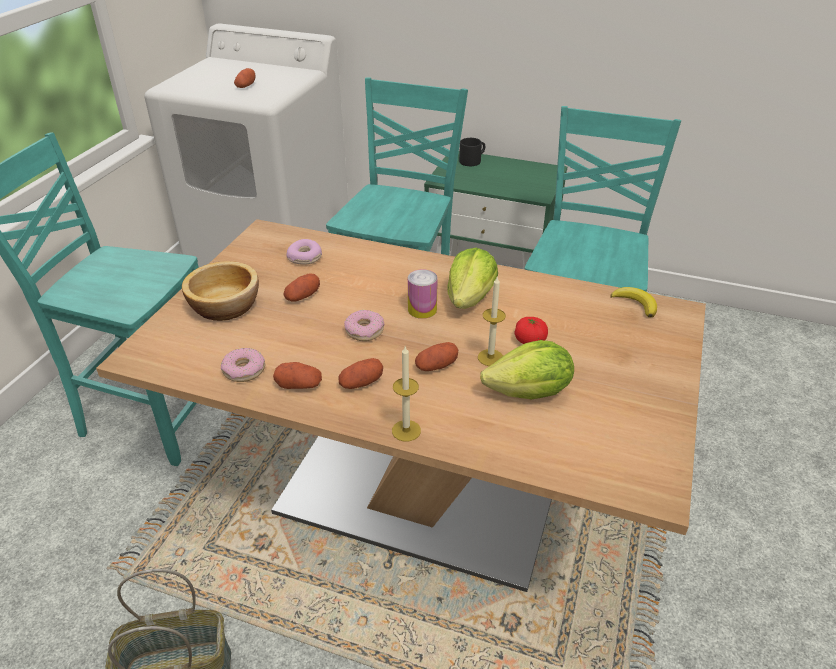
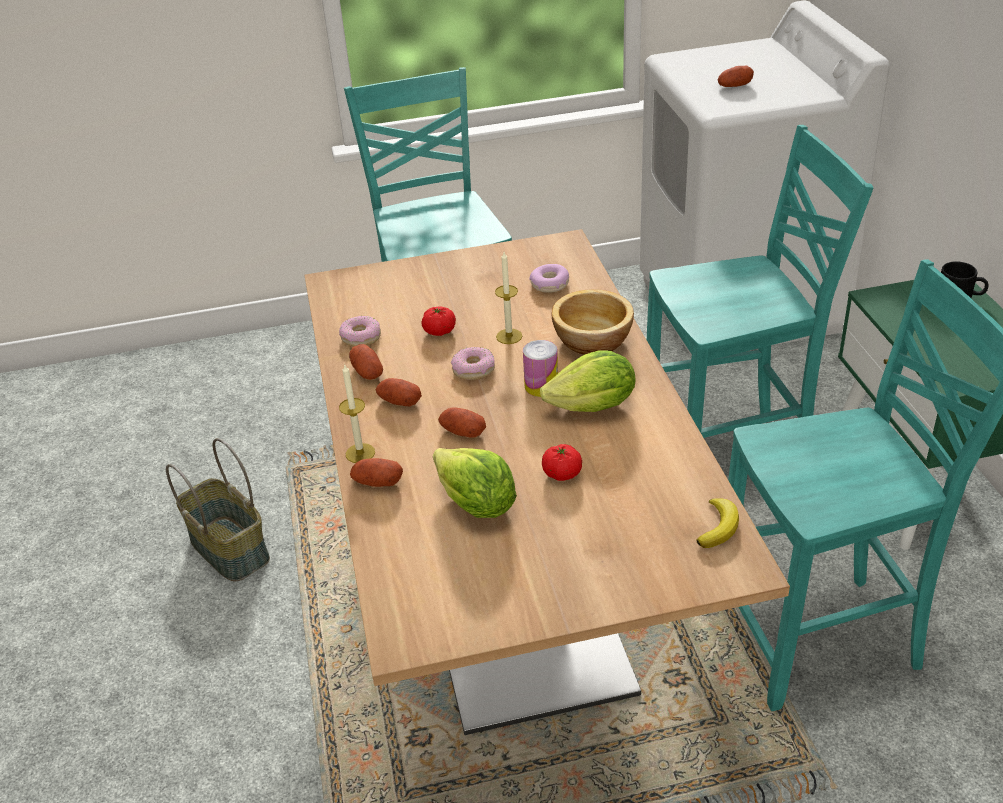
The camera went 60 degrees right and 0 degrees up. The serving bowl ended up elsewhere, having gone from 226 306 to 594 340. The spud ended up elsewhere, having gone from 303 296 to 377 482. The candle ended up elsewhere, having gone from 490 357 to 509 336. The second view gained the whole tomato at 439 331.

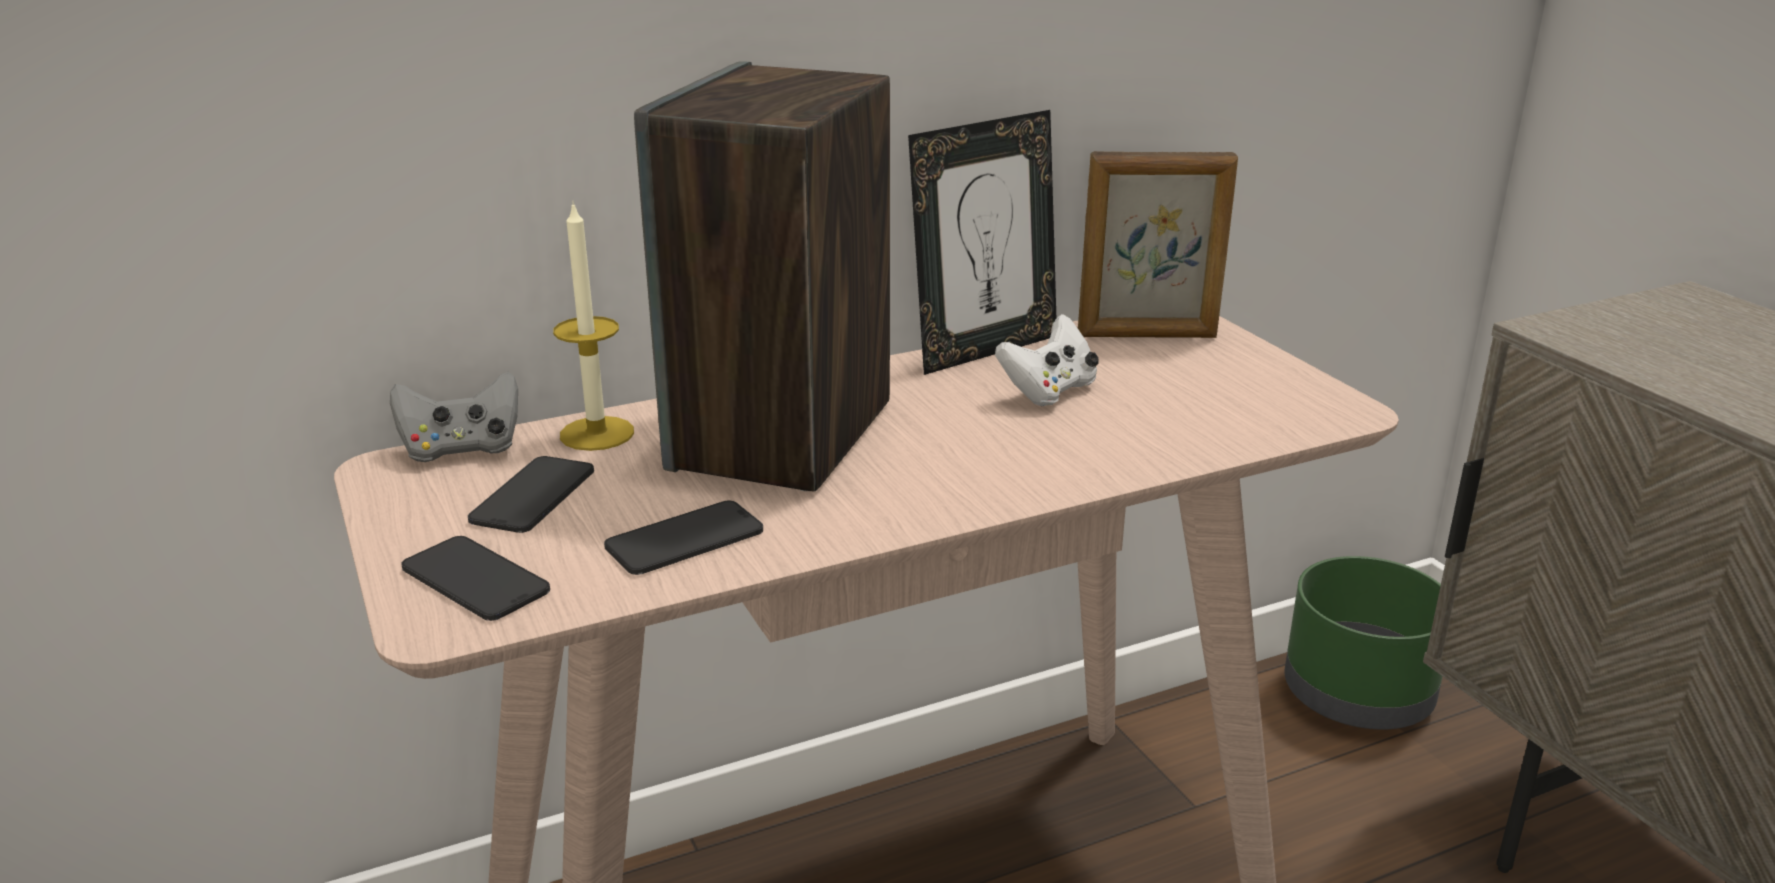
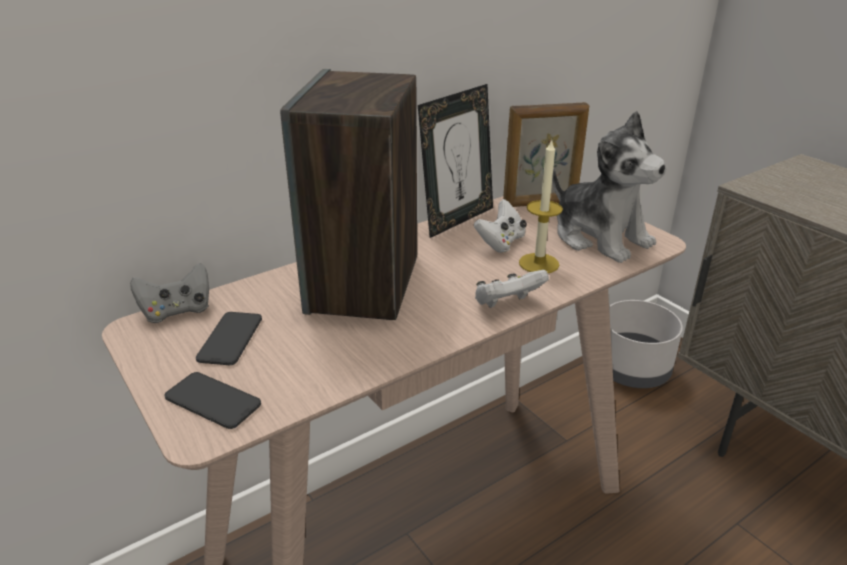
The camera went 10 degrees left and 5 degrees up. The candle ended up elsewhere, having gone from 597 433 to 539 263. The second view lost the handset at 684 539. What was the green planter at 1359 696 turned into the greyish planter at 633 370. The second view gained the white game controller at 507 304. The second view gained the cuddly toy at 600 237.

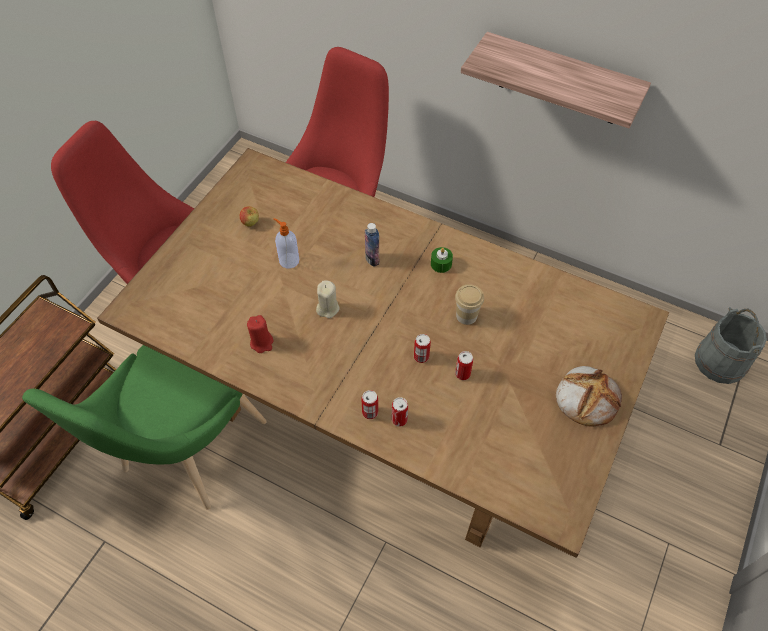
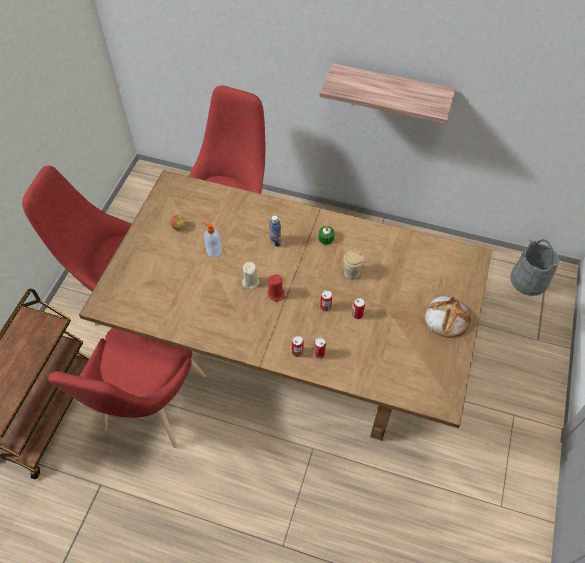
The camera went 10 degrees left and 0 degrees up. What was the green upright chair at 188 453 turned into the red-coloured upright chair at 150 409. The red-coloured candle ended up elsewhere, having gone from 262 343 to 276 294.

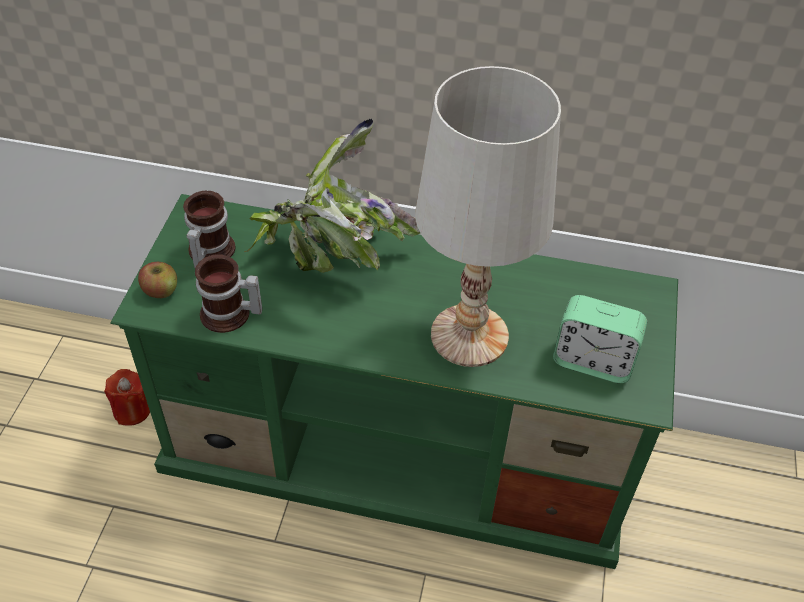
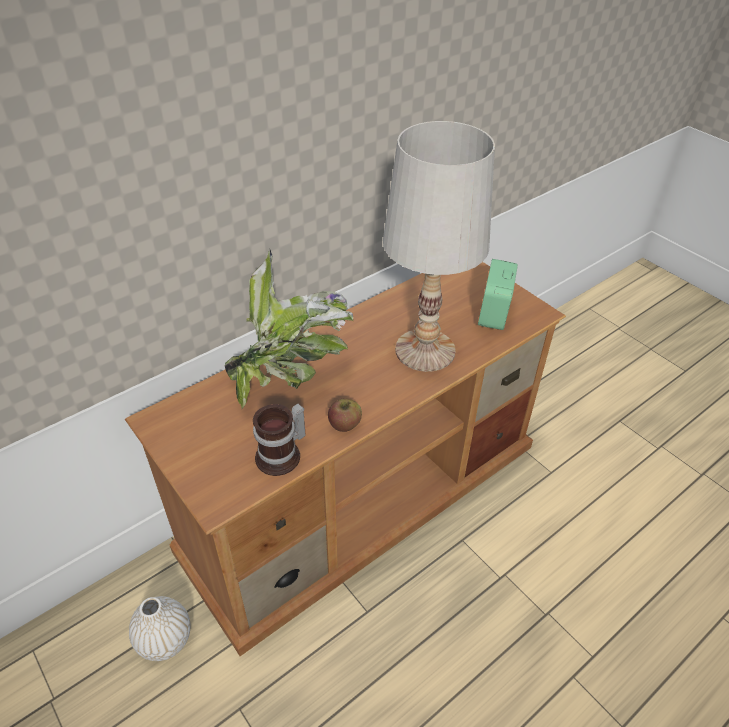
The camera went 50 degrees left and 5 degrees down. Where the red-coloured candle stood at 132 410, the white vase came to stand at 165 640. What was the green tv stand at 400 450 turned into the brownish tv stand at 364 493. The apple fruit ended up elsewhere, having gone from 160 290 to 345 424. The second view lost the tea mug at 208 252. The alarm clock at 593 361 ended up facing another way, 135 degrees clockwise from before.

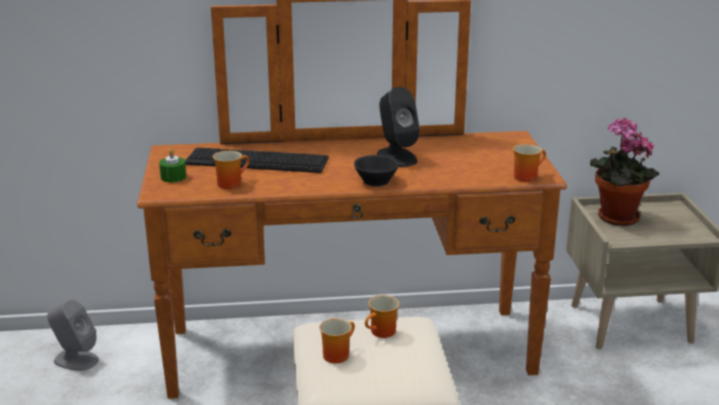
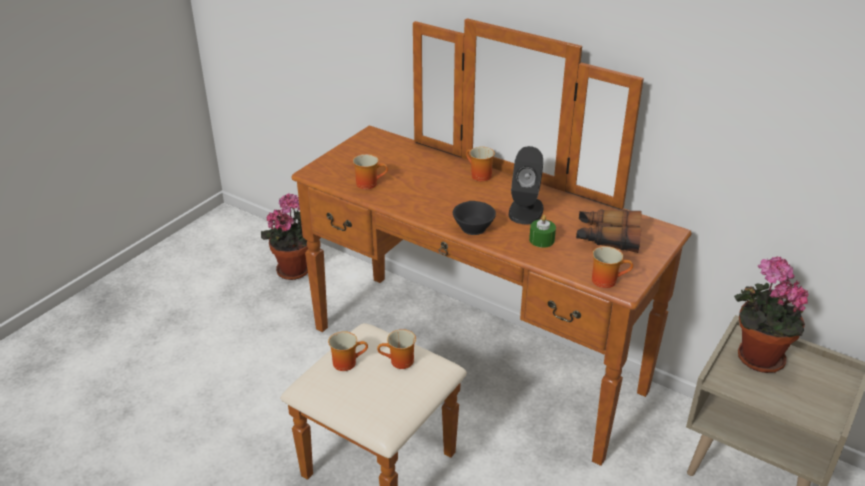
The camera went 40 degrees right and 10 degrees up. Where the greyish audio speaker stood at 75 360, the houseplant came to stand at 295 269. The green candle ended up elsewhere, having gone from 173 177 to 541 240. The second view lost the PC keyboard at 257 161. The second view gained the tea mug at 478 176. The second view gained the field glasses at 607 238.

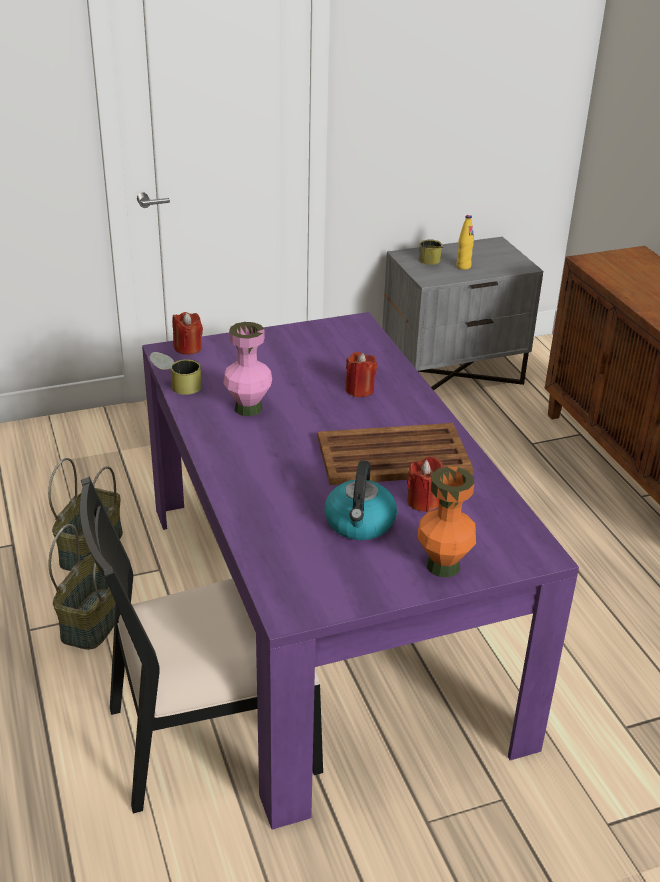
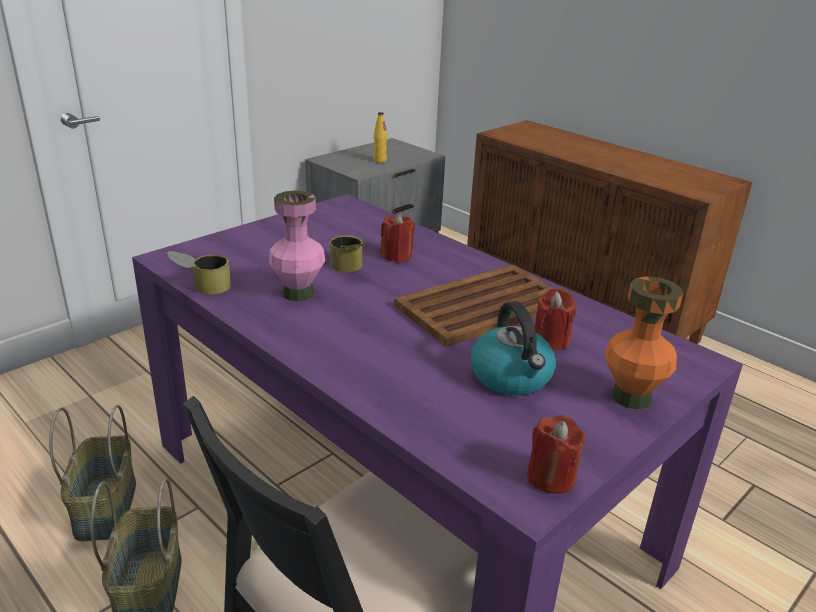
The camera went 25 degrees left and 5 degrees down. The red-coloured candle ended up elsewhere, having gone from 188 348 to 551 477. The sealed can ended up elsewhere, having gone from 430 263 to 349 269.

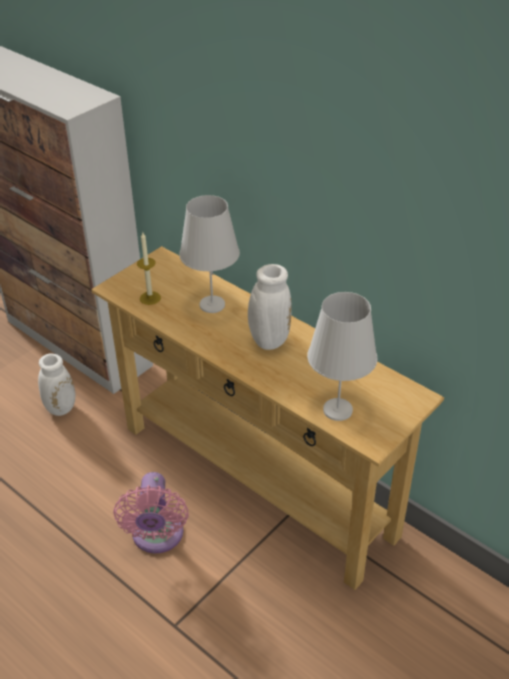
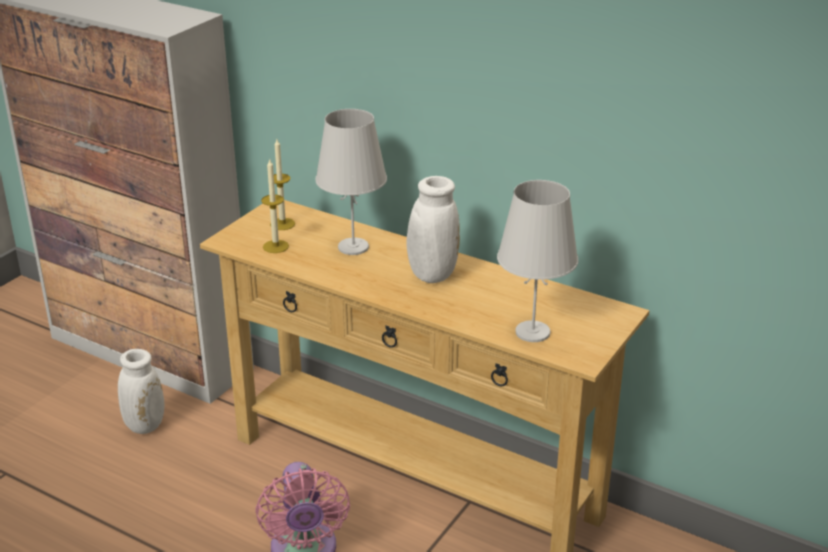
The camera went 10 degrees left and 10 degrees down. The second view gained the candle at 282 224.

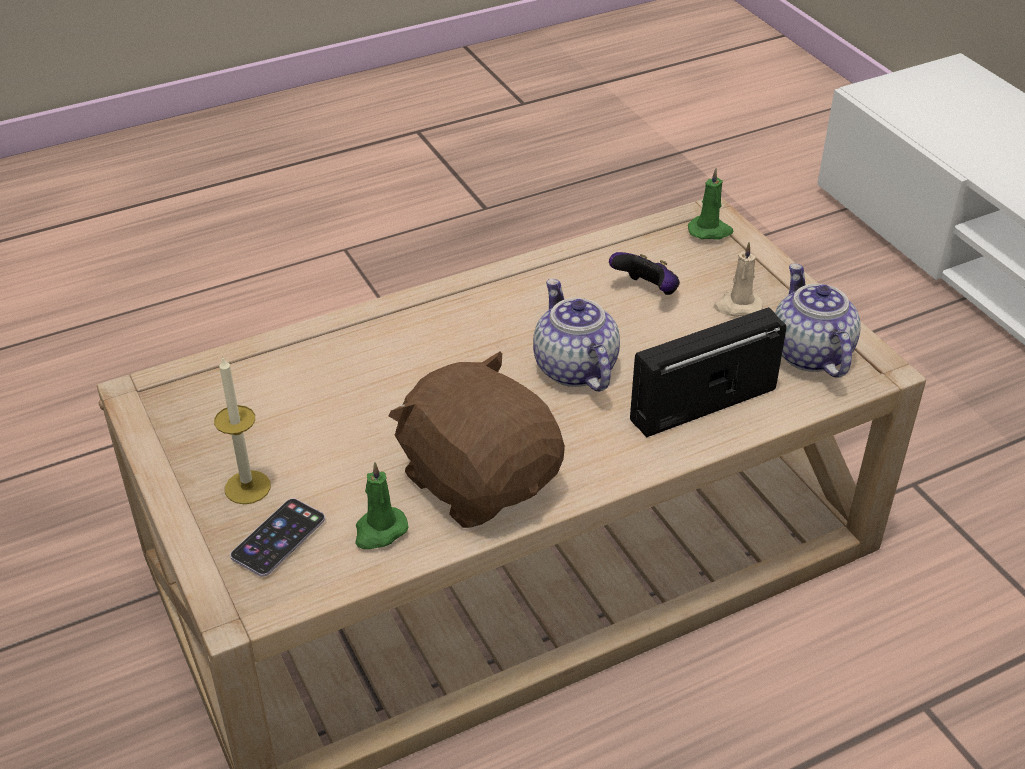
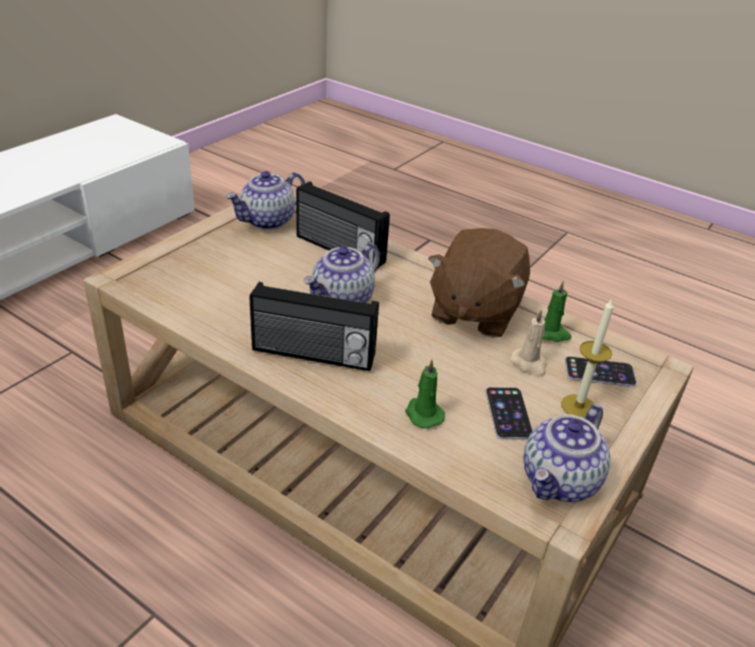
The camera went 120 degrees left and 5 degrees down. The second view lost the game controller at 646 291. The green candle ended up elsewhere, having gone from 710 231 to 423 414. The sand-coloured candle ended up elsewhere, having gone from 737 306 to 529 364. The second view gained the radio at 313 355. The second view gained the handset at 508 413. The second view gained the pot for tea at 560 481.

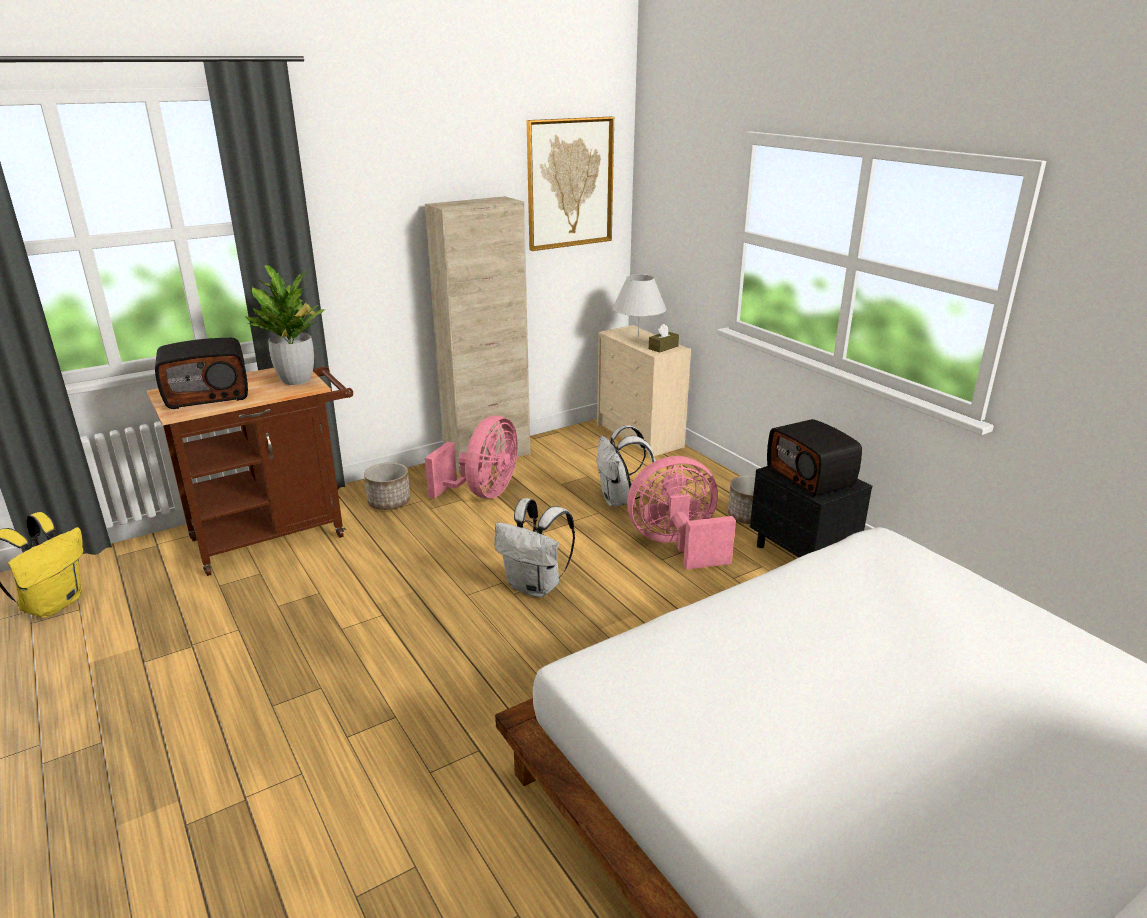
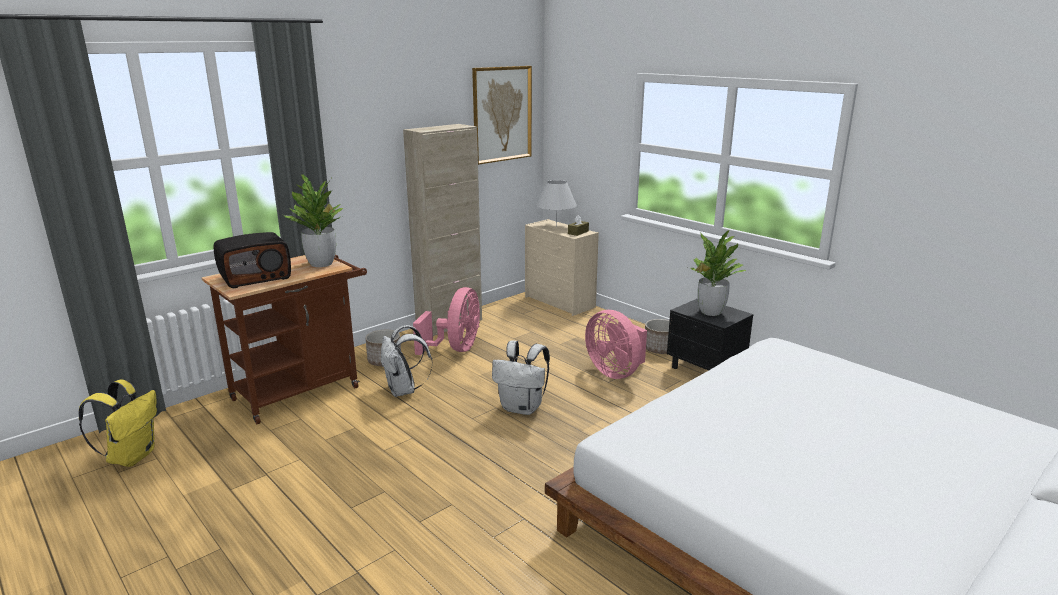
The camera went 10 degrees left and 5 degrees down. The white rucksack ended up elsewhere, having gone from 620 500 to 404 390. The pink electric fan at 677 545 ended up facing another way, 105 degrees counterclockwise from before. Where the radio stood at 811 477, the houseplant came to stand at 710 312.

